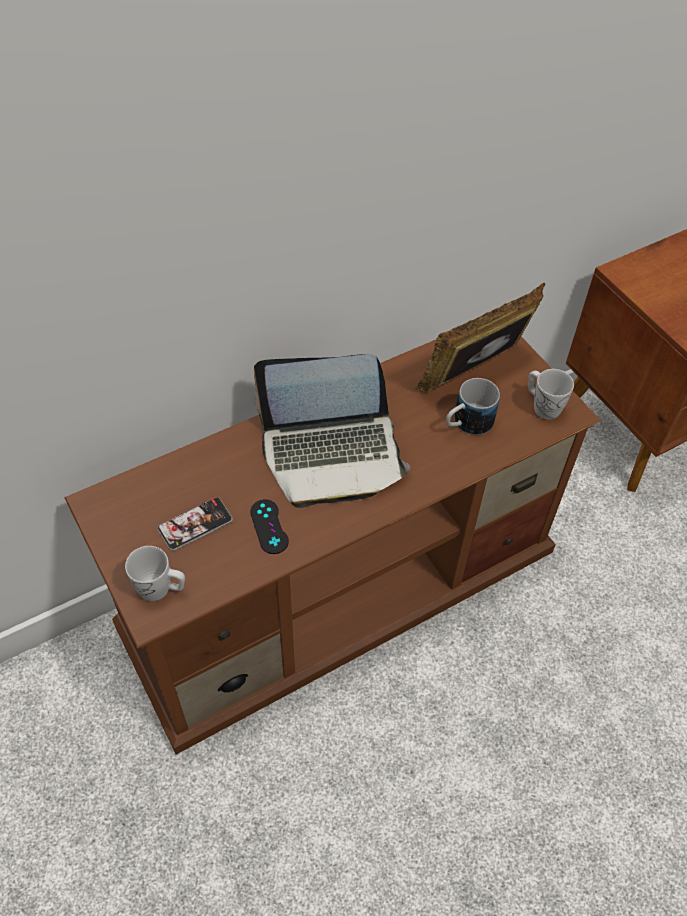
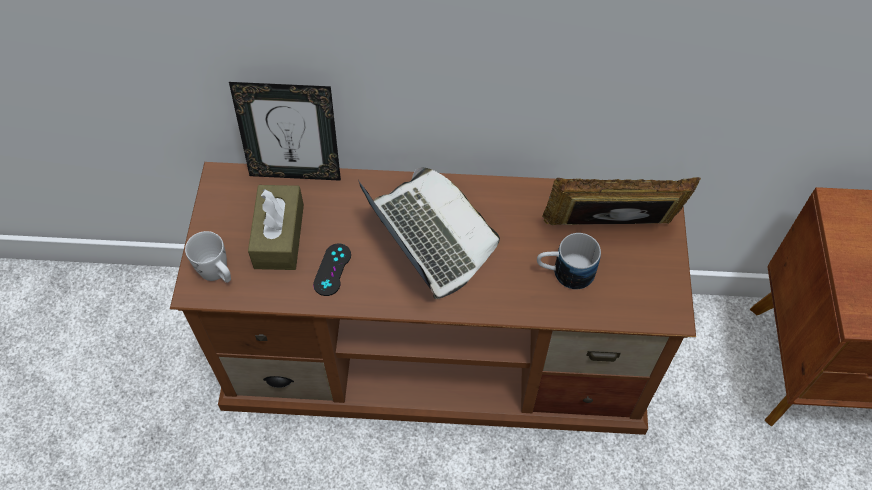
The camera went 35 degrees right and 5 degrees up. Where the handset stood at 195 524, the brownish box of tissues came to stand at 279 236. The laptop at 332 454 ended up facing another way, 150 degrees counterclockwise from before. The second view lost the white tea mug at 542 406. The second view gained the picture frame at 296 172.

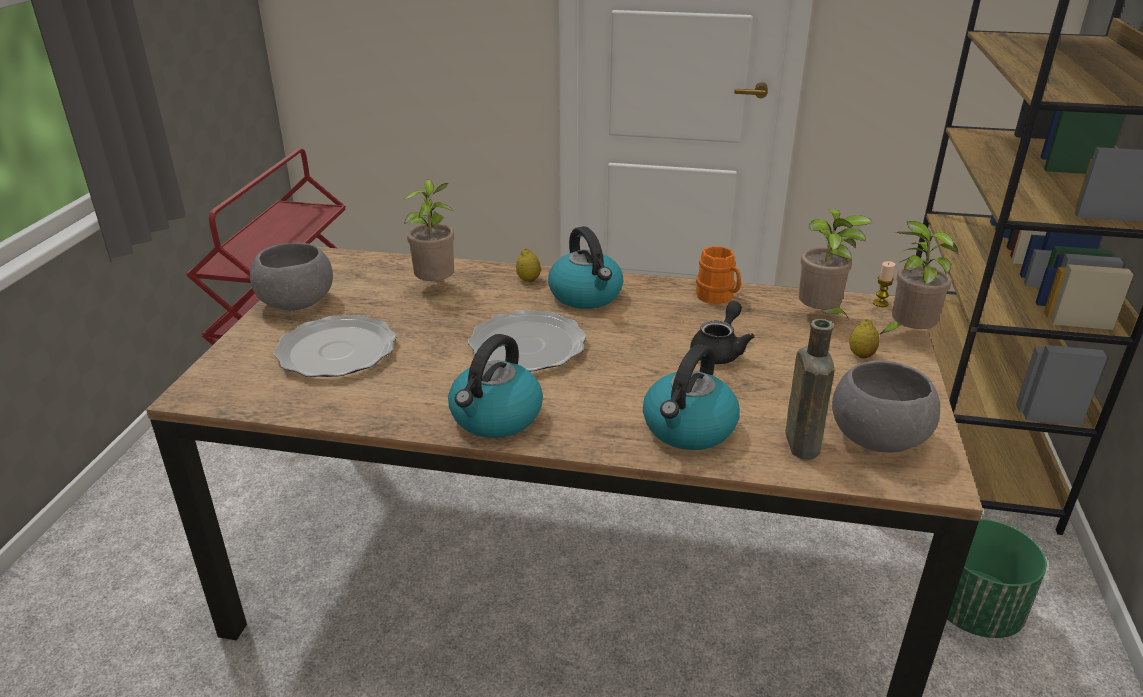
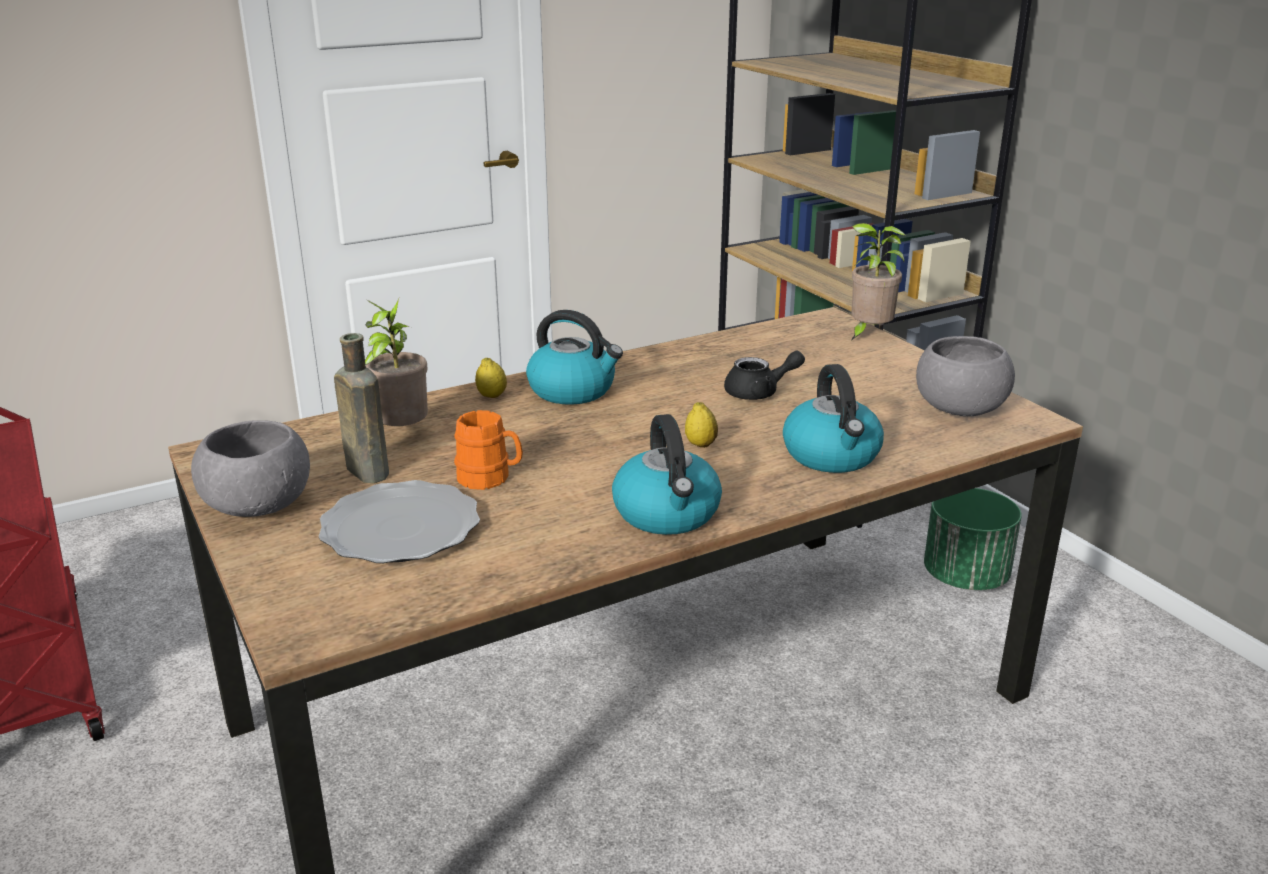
The camera went 40 degrees left and 5 degrees down. The second view lost the flat dish at 528 345. The black pot for tea at 719 351 ended up facing another way, 90 degrees clockwise from before. The orange tea mug ended up elsewhere, having gone from 718 297 to 490 478. The brownish bottle ended up elsewhere, having gone from 800 441 to 365 470. The second view lost the houseplant at 820 316. The citrus fruit ended up elsewhere, having gone from 861 355 to 700 444. The second view lost the candle at 880 303.

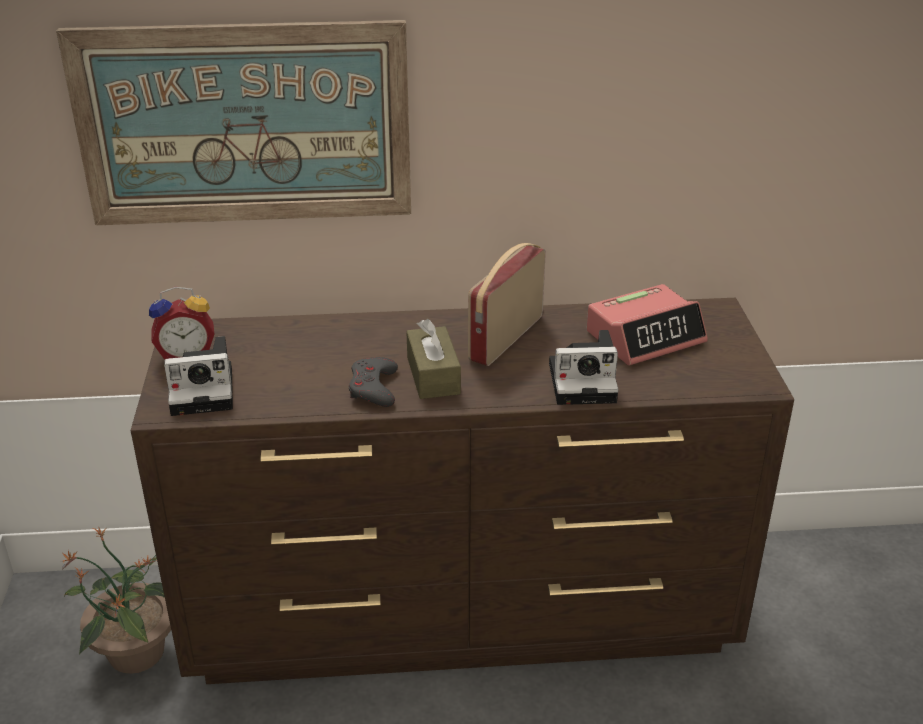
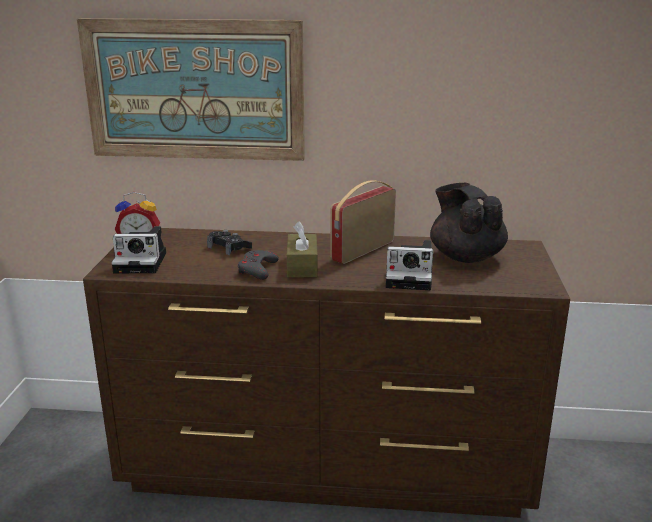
The camera went 10 degrees right and 10 degrees down. The second view lost the houseplant at 135 654. Where the alarm clock stood at 645 337, the black pot for tea came to stand at 465 256. The second view gained the black game controller at 229 248.

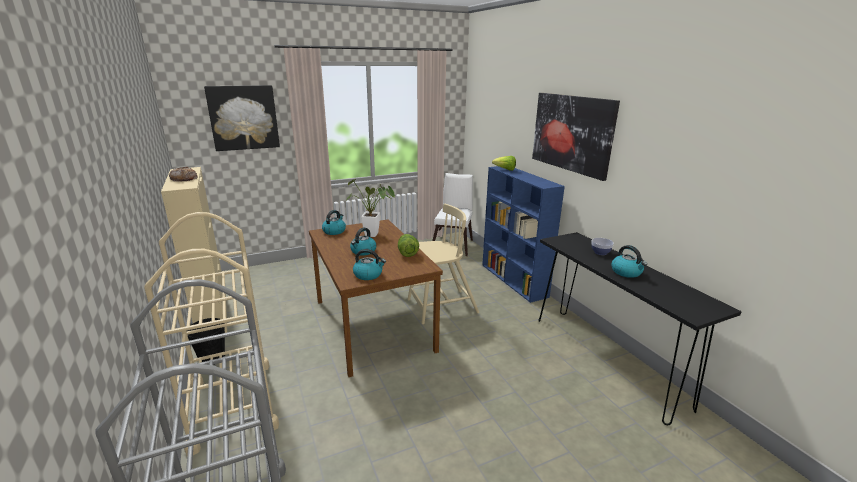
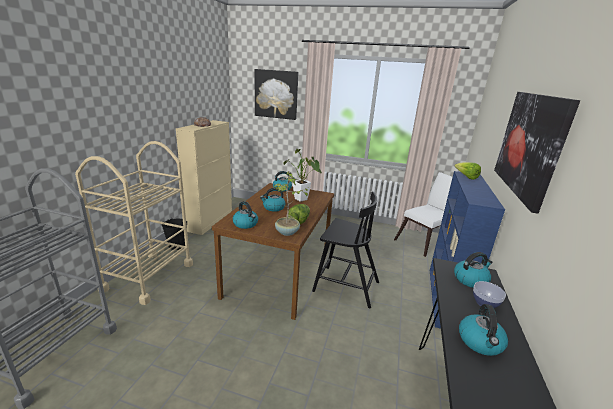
The camera went 40 degrees right and 0 degrees up. What was the sand-coloured upright chair at 441 306 turned into the black upright chair at 345 286. The second view gained the houseplant at 287 232. The second view gained the kettle at 470 280.

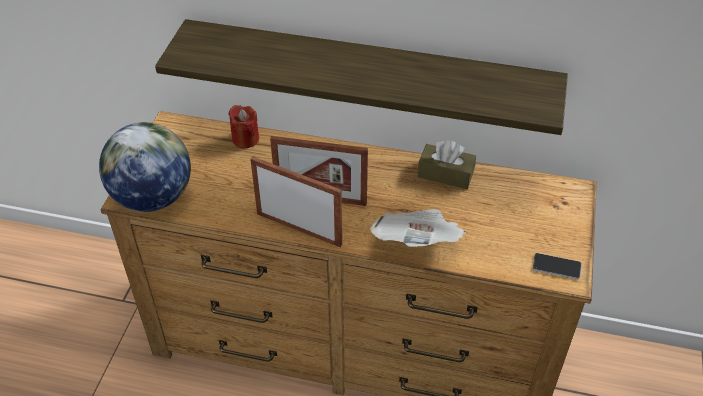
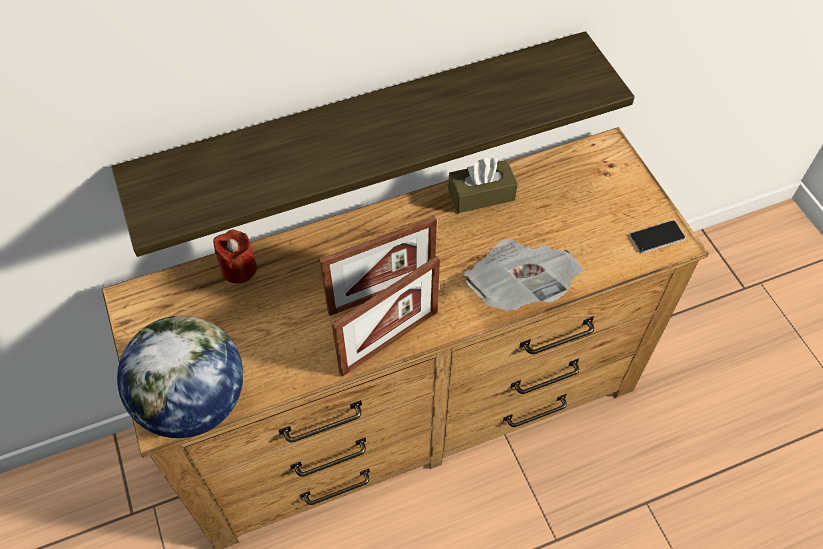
The camera went 35 degrees left and 10 degrees up. The picture frame at 299 229 ended up facing another way, 150 degrees clockwise from before.

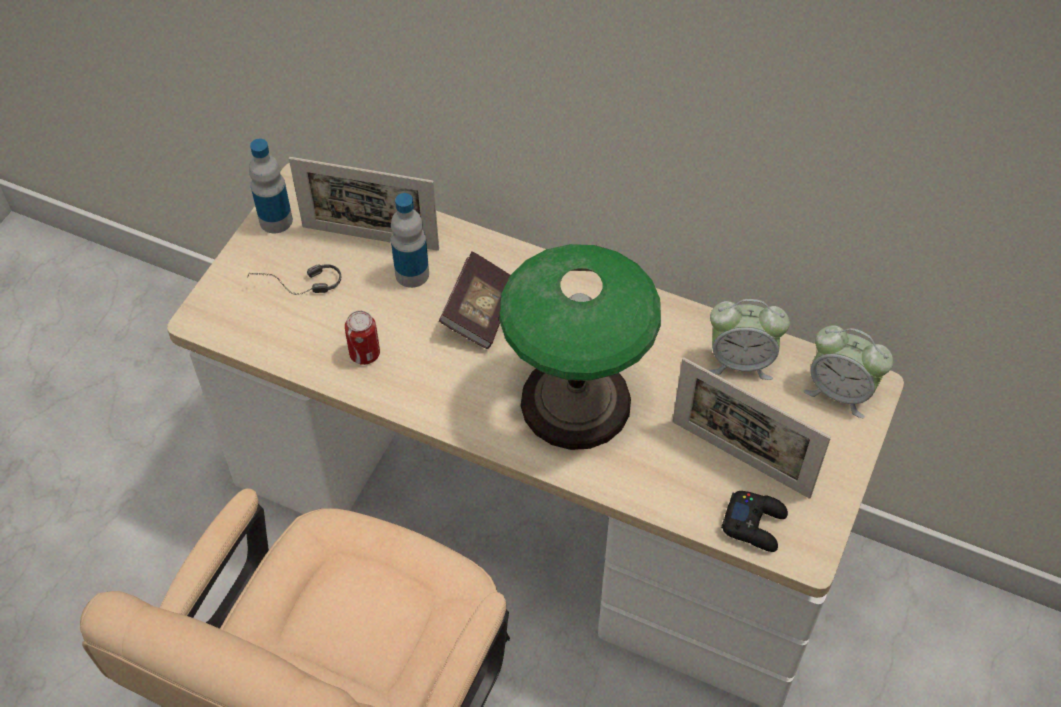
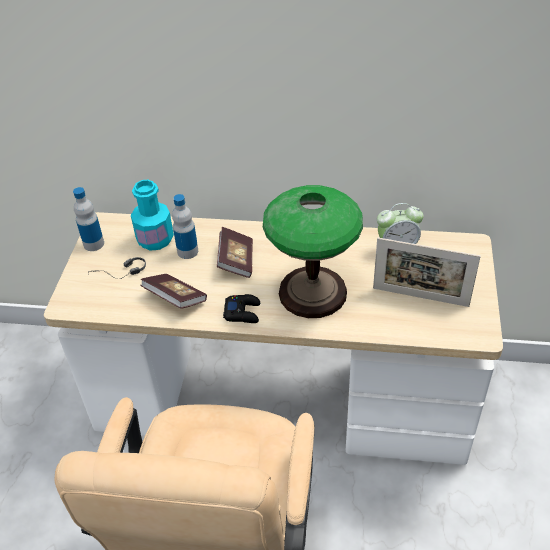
The camera went 15 degrees left and 10 degrees down. Where the picture frame stood at 370 238, the turquoise bottle came to stand at 155 239. Where the sealed can stood at 365 354, the bound book came to stand at 175 299. The black game controller ended up elsewhere, having gone from 754 524 to 243 312. The second view lost the alarm clock at 840 392.

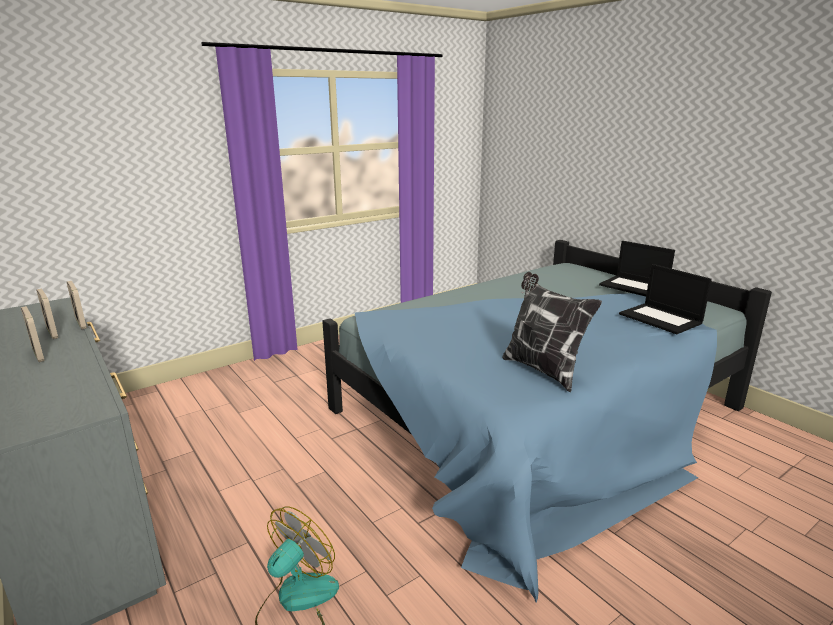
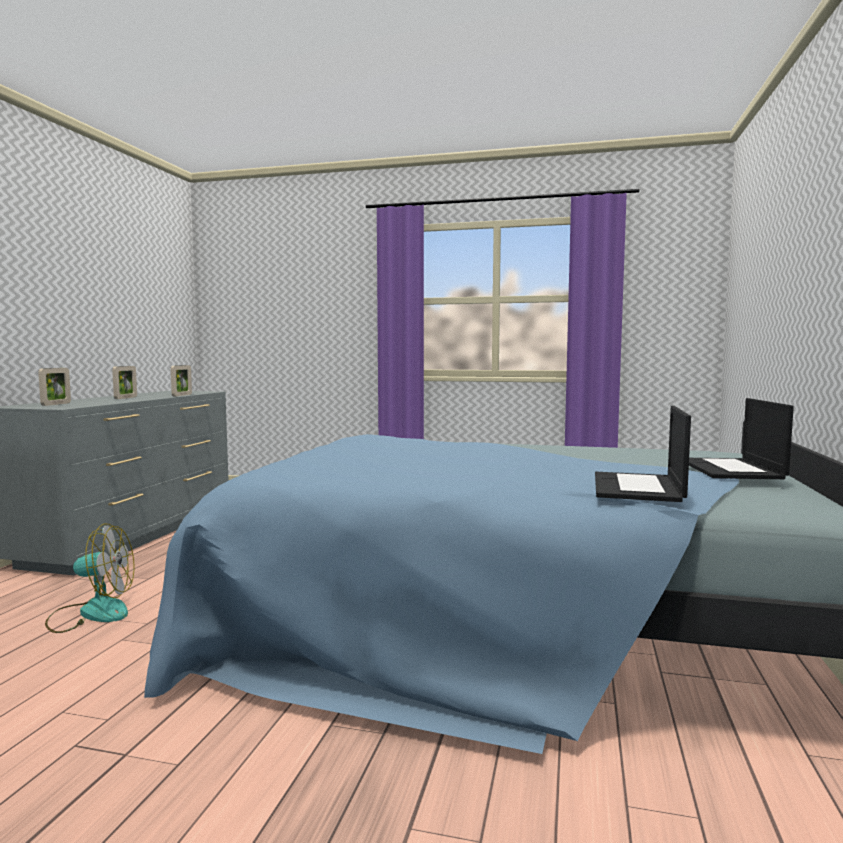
The camera went 50 degrees right and 15 degrees down. The picture frame ended up elsewhere, having gone from 52 333 to 56 404. The second view lost the pillow at 542 369.

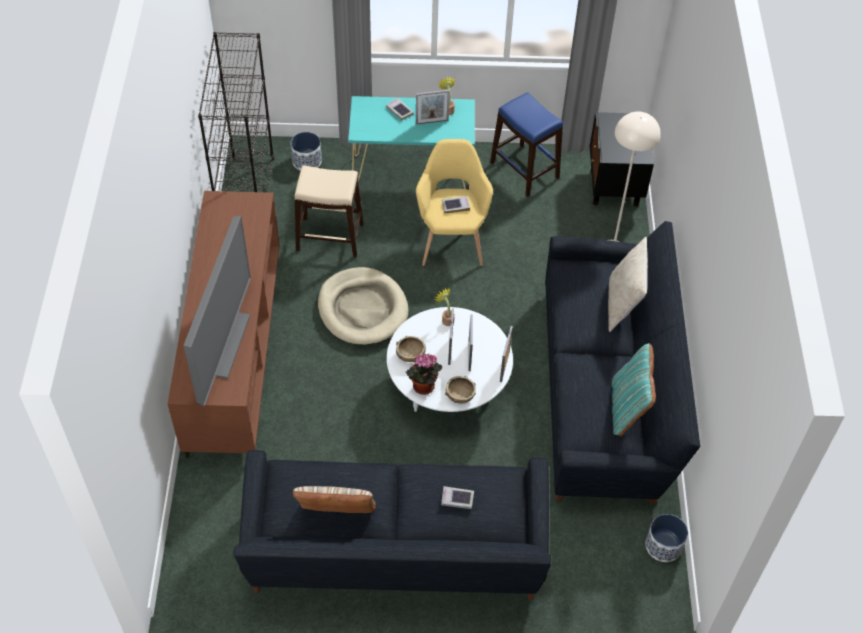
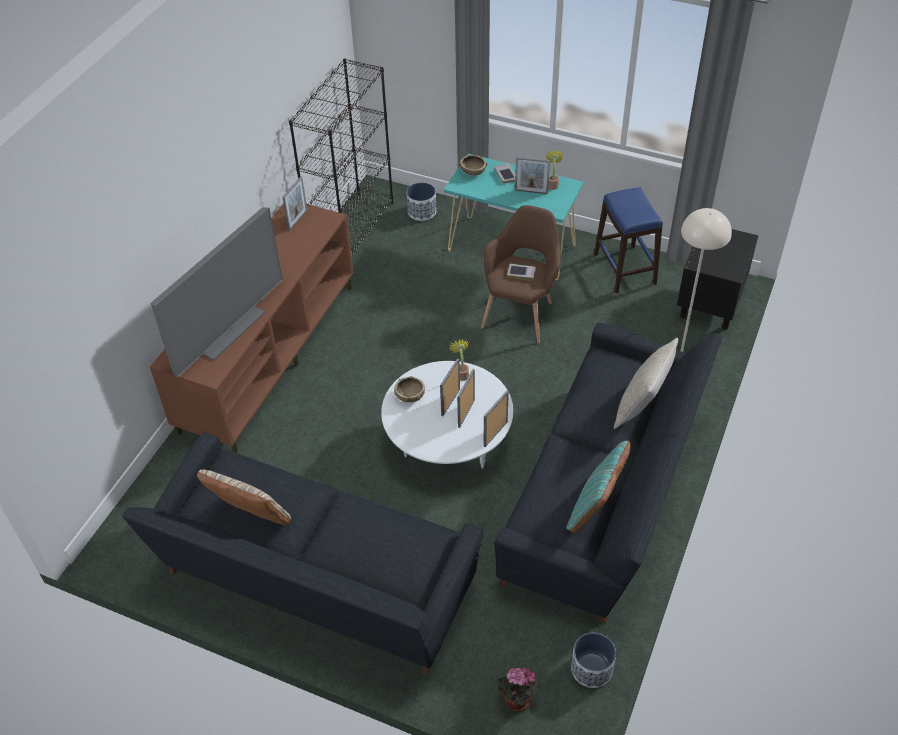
The camera went 25 degrees right and 5 degrees down. The second view lost the sand-coloured stool seat at 330 238. The second view lost the sand-coloured pet bed at 362 309. The houseplant ended up elsewhere, having gone from 423 388 to 516 702. What was the yellow-coloured armchair at 451 239 turned into the brownish armchair at 521 312. The second view lost the bound book at 457 499. The brownish serving bowl ended up elsewhere, having gone from 460 395 to 473 171. The second view gained the picture frame at 298 220.

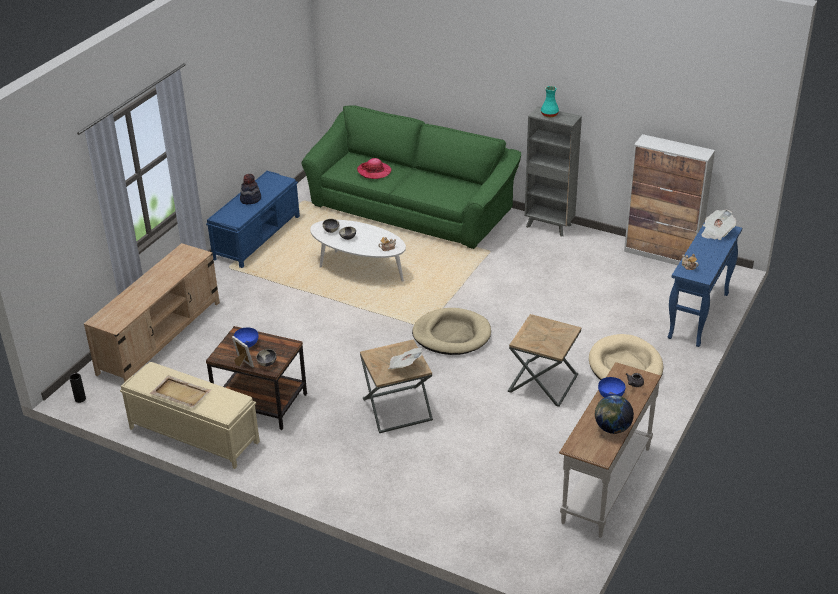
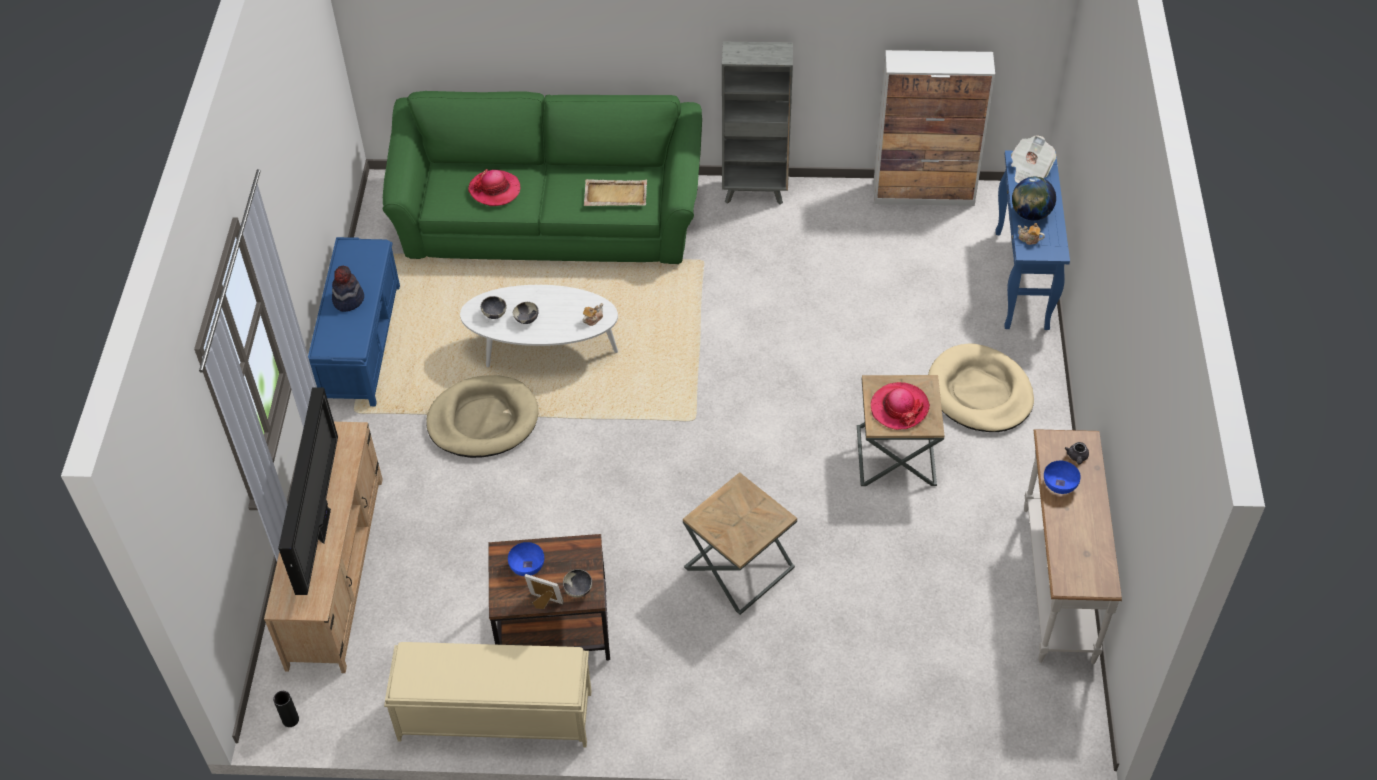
The camera went 25 degrees left and 15 degrees up. The sand-coloured carrying tray ended up elsewhere, having gone from 180 393 to 615 194. The second view lost the printed paper at 404 366. The sand-coloured pet bed ended up elsewhere, having gone from 452 335 to 483 420. The second view lost the turquoise vase at 549 114. The globe ended up elsewhere, having gone from 612 428 to 1030 214. The second view gained the television at 322 523. The second view gained the hat at 899 407.

